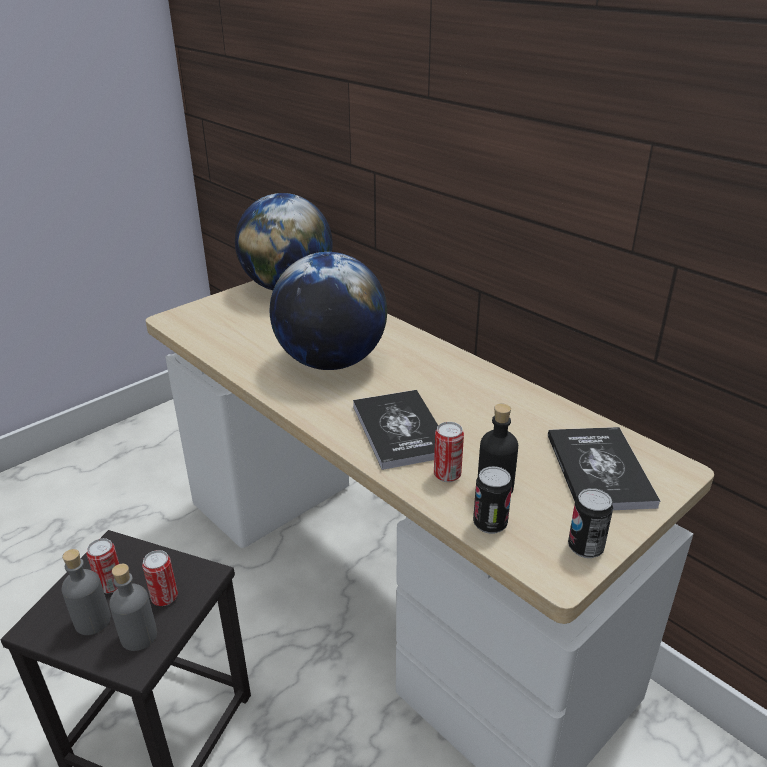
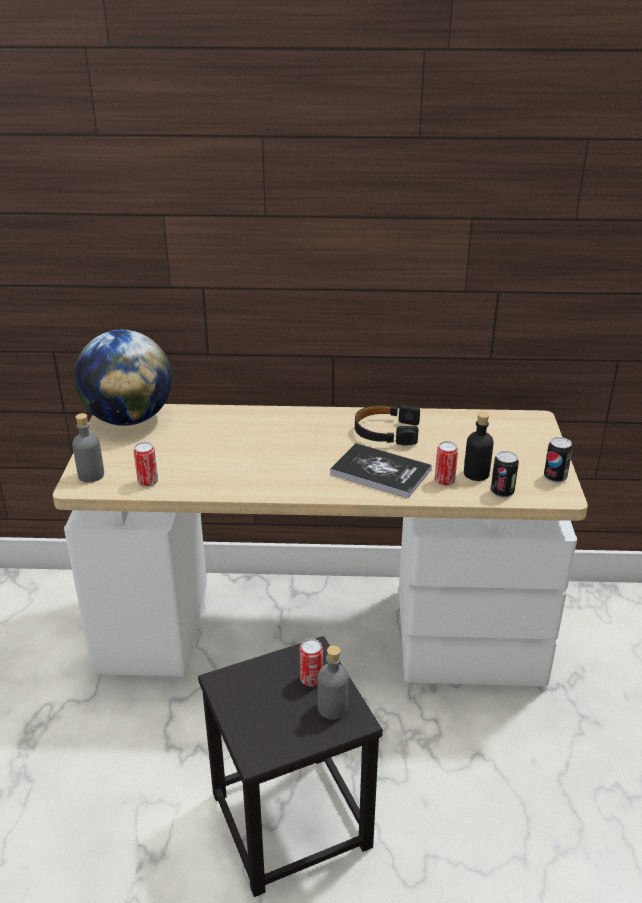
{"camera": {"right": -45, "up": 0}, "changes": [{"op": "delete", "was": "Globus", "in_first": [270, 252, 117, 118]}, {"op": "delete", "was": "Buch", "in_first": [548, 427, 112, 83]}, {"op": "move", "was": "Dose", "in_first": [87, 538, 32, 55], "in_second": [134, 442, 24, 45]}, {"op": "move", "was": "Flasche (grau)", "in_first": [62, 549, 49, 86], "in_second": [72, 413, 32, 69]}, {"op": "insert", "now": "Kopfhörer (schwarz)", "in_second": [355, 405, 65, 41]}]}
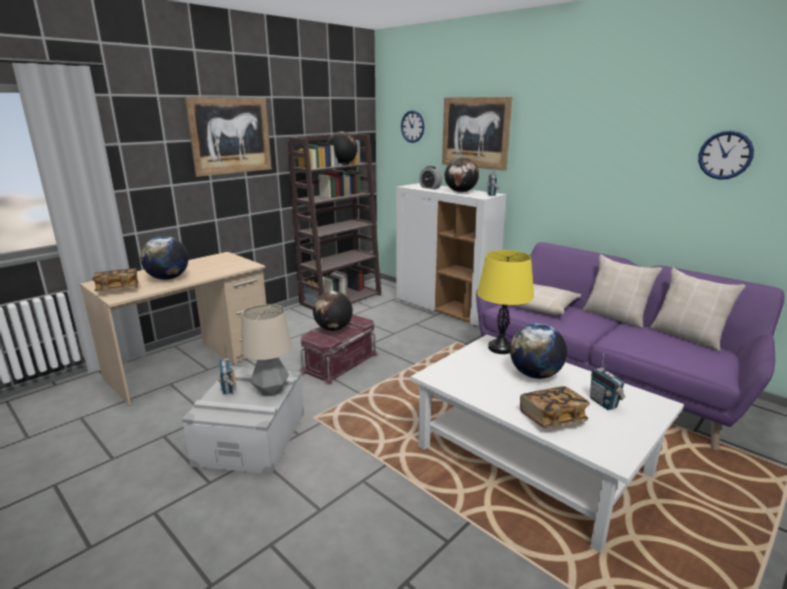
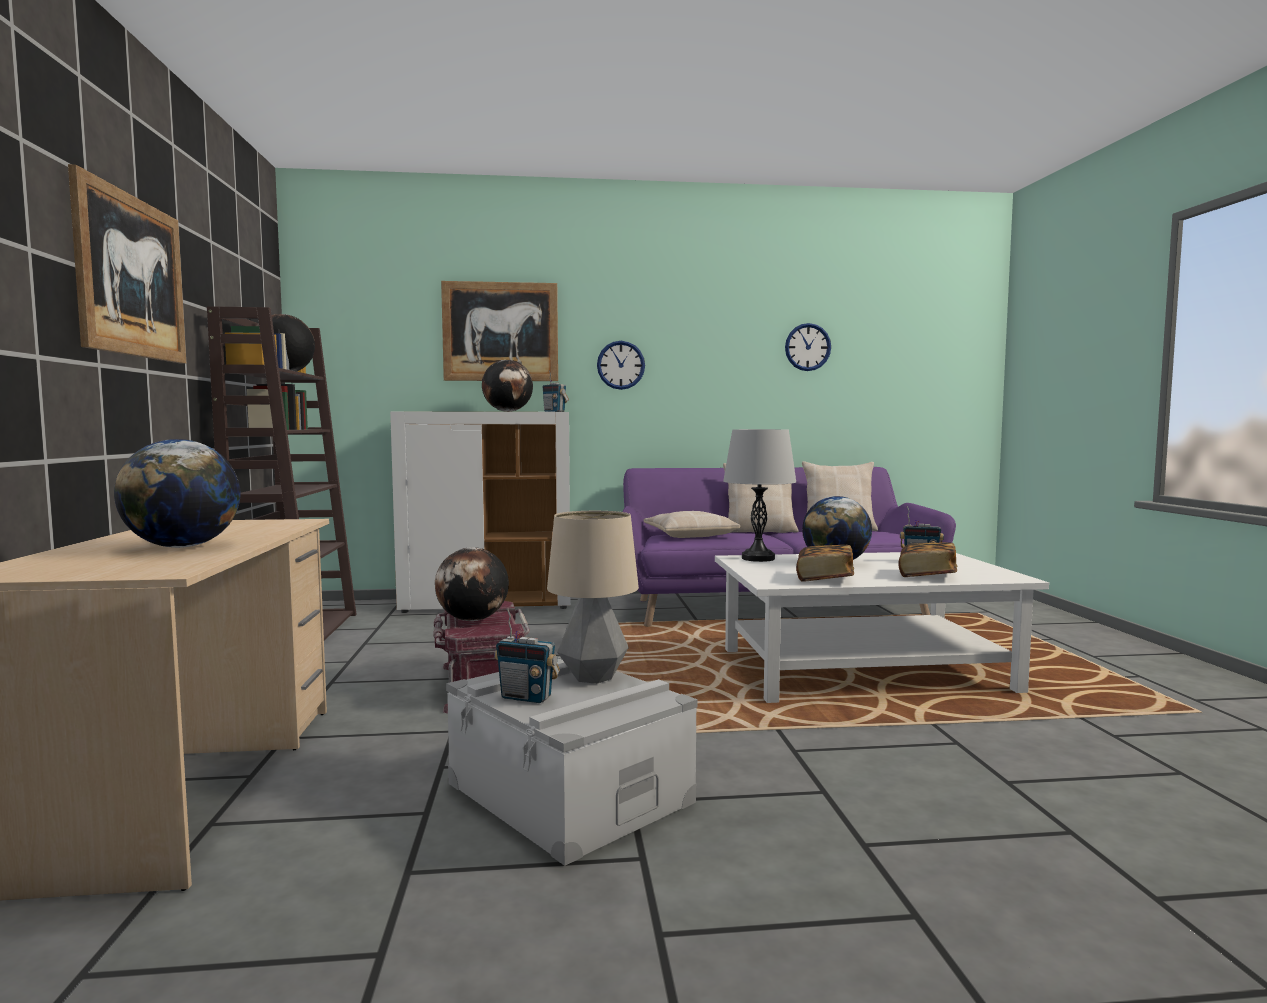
{"camera": {"right": -50, "up": -15}, "changes": [{"op": "move", "was": "Wanduhr", "in_first": [401, 110, 23, 33], "in_second": [597, 341, 48, 49]}, {"op": "delete", "was": "Wecker", "in_first": [419, 166, 23, 23]}, {"op": "recolor", "was": "Tischlampe (gelb)", "now": "Tischlampe (grau)", "in_first": [477, 250, 57, 104], "in_second": [723, 429, 73, 133]}, {"op": "move", "was": "Buch", "in_first": [92, 268, 46, 23], "in_second": [796, 545, 58, 37]}]}
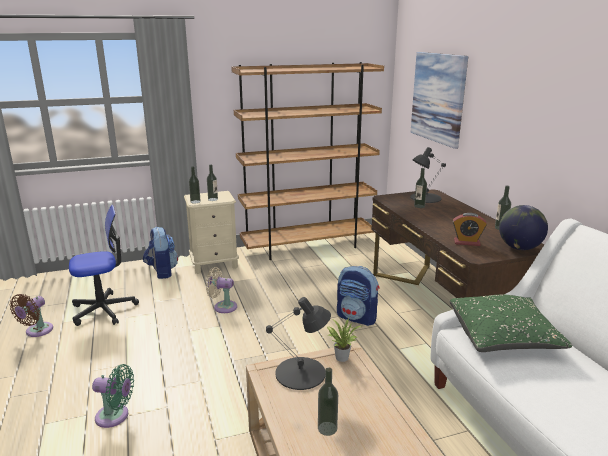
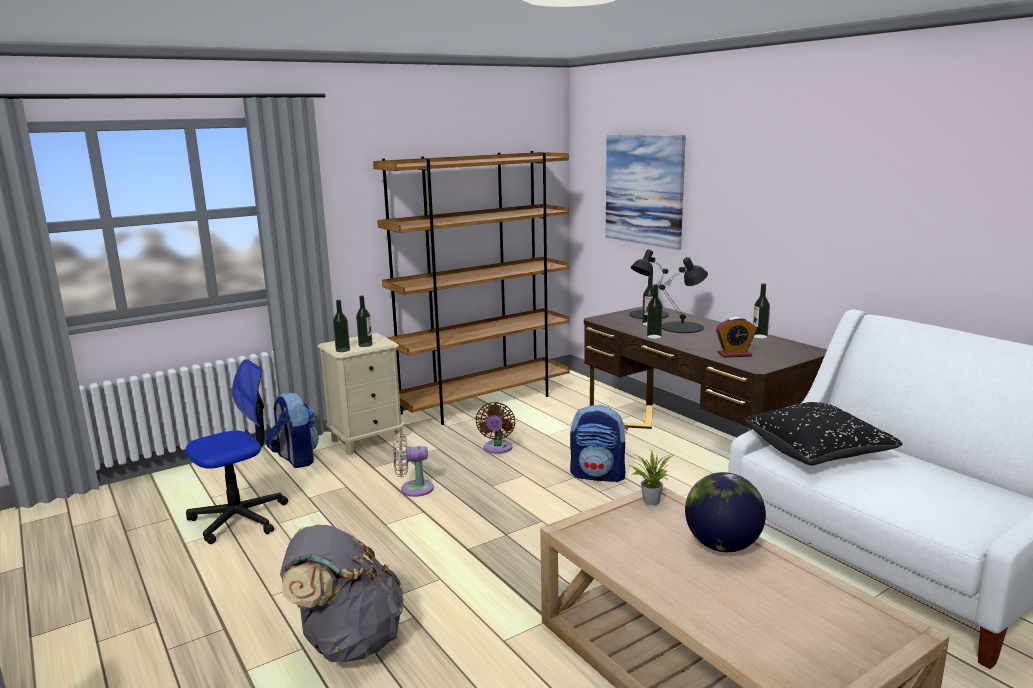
{"camera": {"right": -15, "up": -5}, "changes": [{"op": "move", "was": "Globus", "in_first": [499, 205, 49, 45], "in_second": [685, 472, 81, 80]}, {"op": "move", "was": "Ventilator (braun)", "in_first": [9, 294, 44, 43], "in_second": [475, 402, 40, 52]}, {"op": "recolor", "was": "Kissen (grün)", "now": "Kissen (schwarz)", "in_first": [450, 295, 122, 57], "in_second": [745, 402, 157, 64]}, {"op": "move", "was": "Tischlampe (schwarz)", "in_first": [266, 297, 65, 93], "in_second": [659, 257, 49, 76]}, {"op": "replace", "was": "Ventilator (grün)", "now": "Rucksack (grau)", "in_first": [92, 364, 42, 64], "in_second": [280, 525, 123, 137]}, {"op": "move", "was": "Flasche", "in_first": [318, 367, 20, 69], "in_second": [647, 284, 16, 55]}]}
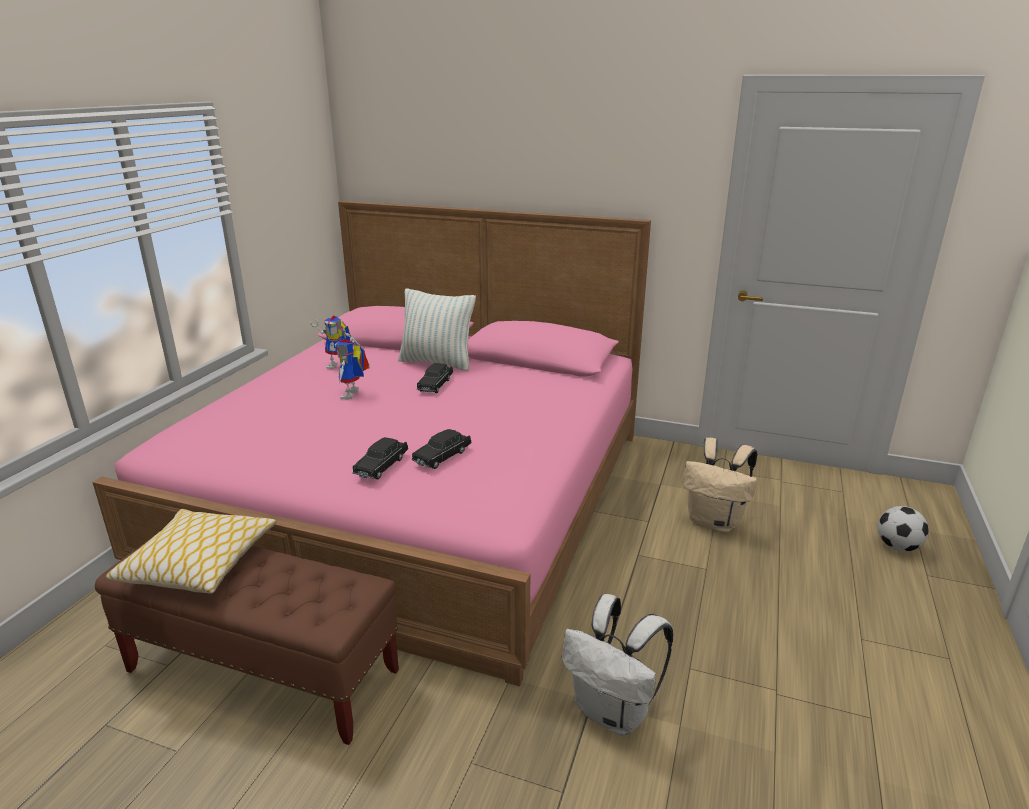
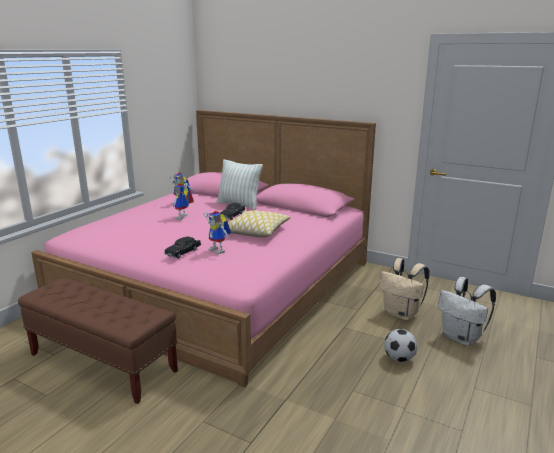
{"camera": {"right": 10, "up": -5}, "changes": [{"op": "replace", "was": "Spielzeugauto (schwarz)", "now": "Spielzeugroboter", "in_first": [412, 429, 60, 40], "in_second": [203, 211, 28, 43]}, {"op": "move", "was": "Fußball", "in_first": [878, 506, 51, 45], "in_second": [384, 329, 33, 33]}, {"op": "move", "was": "Kissen", "in_first": [106, 509, 170, 85], "in_second": [228, 210, 63, 27]}, {"op": "move", "was": "Rucksack (weiß)", "in_first": [562, 594, 111, 142], "in_second": [438, 277, 58, 69]}]}
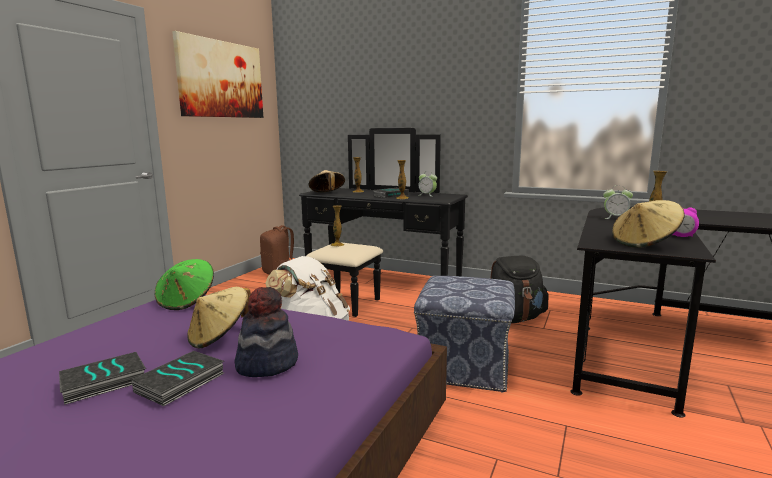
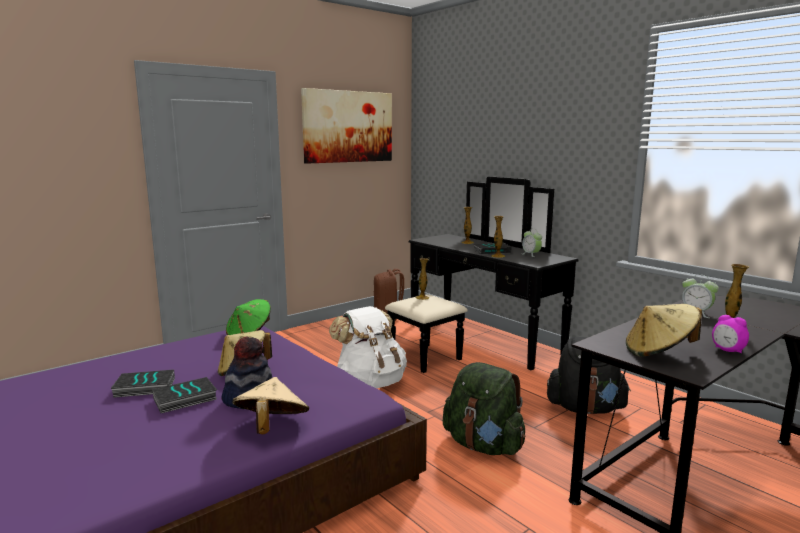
{"camera": {"right": 25, "up": 0}, "changes": [{"op": "move", "was": "Hut (beige)", "in_first": [309, 170, 36, 22], "in_second": [232, 377, 77, 57]}, {"op": "replace", "was": "Polsterhocker", "now": "Rucksack (grün)", "in_first": [414, 276, 101, 117], "in_second": [443, 362, 82, 93]}]}
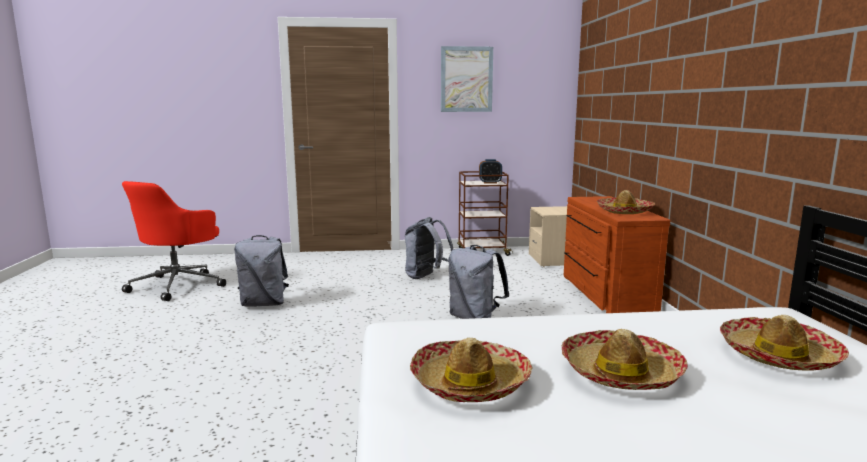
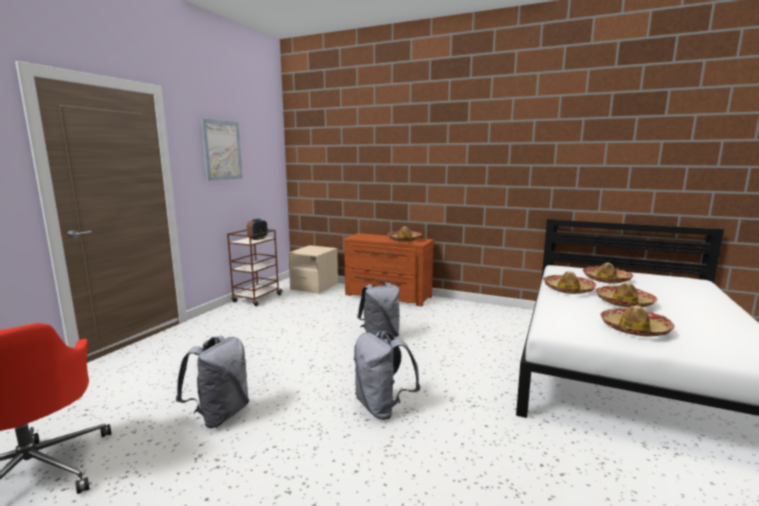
{"camera": {"right": -60, "up": 0}, "changes": [{"op": "move", "was": "Rucksack (grau)", "in_first": [405, 217, 48, 62], "in_second": [354, 331, 66, 88]}, {"op": "insert", "now": "Hut", "in_second": [543, 271, 53, 23]}]}
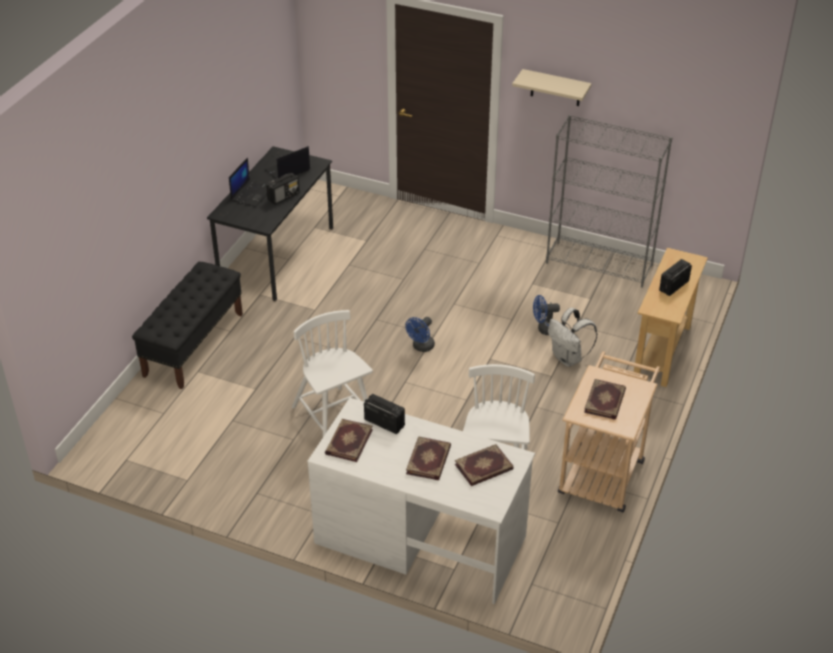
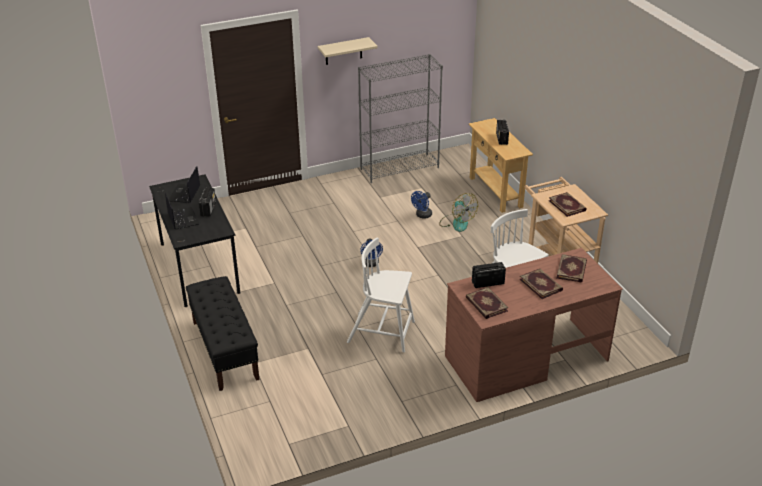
{"camera": {"right": -45, "up": -5}, "changes": [{"op": "replace", "was": "Rucksack (weiß)", "now": "Ventilator", "in_first": [548, 308, 50, 59], "in_second": [439, 193, 39, 39]}, {"op": "recolor", "was": "Schreibtisch (weiß)", "now": "Schreibtisch (braun)", "in_first": [307, 398, 228, 206], "in_second": [445, 248, 178, 154]}]}
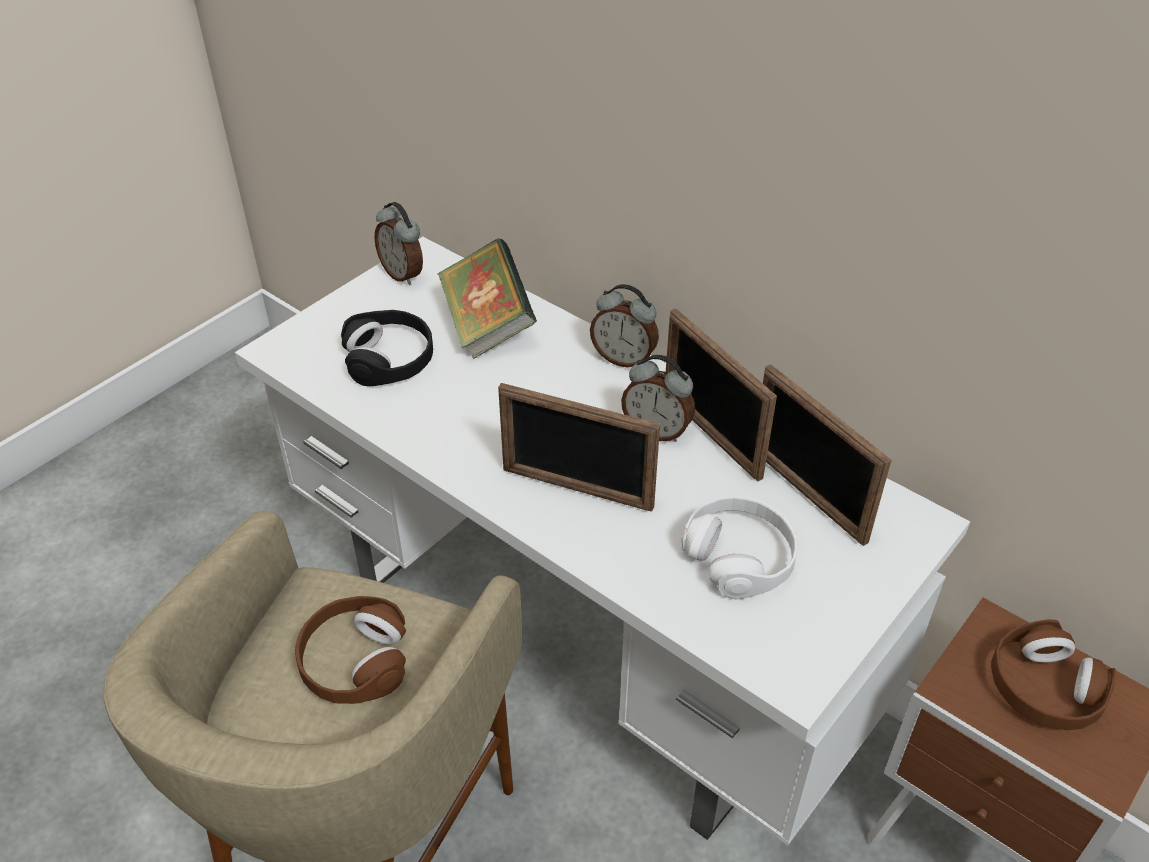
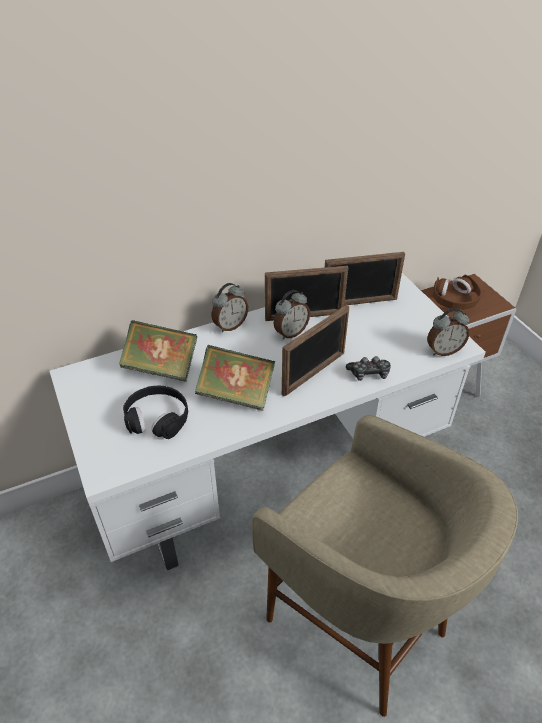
{"camera": {"right": -65, "up": 0}, "changes": [{"op": "move", "was": "Wecker", "in_first": [374, 202, 49, 83], "in_second": [427, 308, 42, 48]}, {"op": "delete", "was": "Kopfhörer (weiß)", "in_first": [682, 496, 116, 104]}, {"op": "delete", "was": "Kopfhörer (braun)", "in_first": [295, 596, 111, 108]}, {"op": "insert", "now": "Buch", "in_second": [195, 345, 80, 66]}, {"op": "insert", "now": "Gamepad", "in_second": [346, 356, 45, 25]}]}
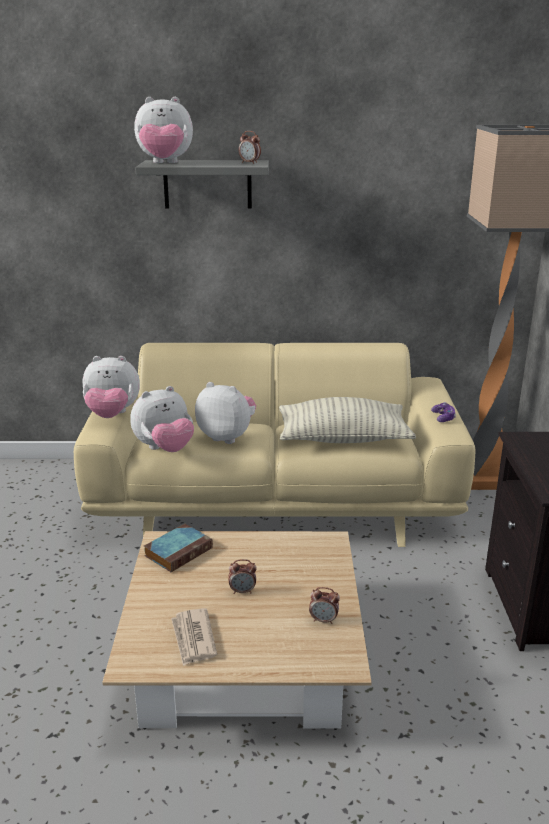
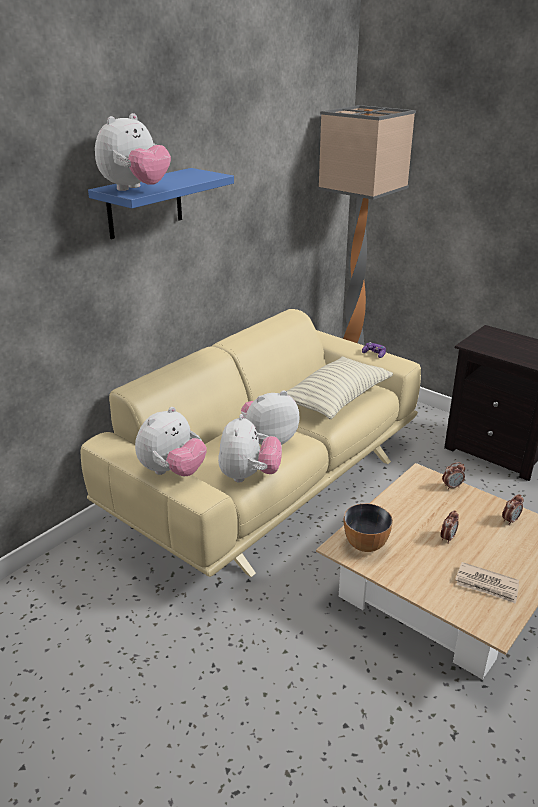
{"camera": {"right": -50, "up": 5}, "changes": [{"op": "move", "was": "Wecker", "in_first": [239, 131, 22, 33], "in_second": [442, 462, 23, 28]}, {"op": "recolor", "was": "Wandregal (grau)", "now": "Wandregal (blau)", "in_first": [135, 160, 134, 49], "in_second": [88, 168, 146, 71]}, {"op": "replace", "was": "Buch", "now": "Schüssel", "in_first": [144, 524, 69, 48], "in_second": [344, 504, 49, 48]}]}
